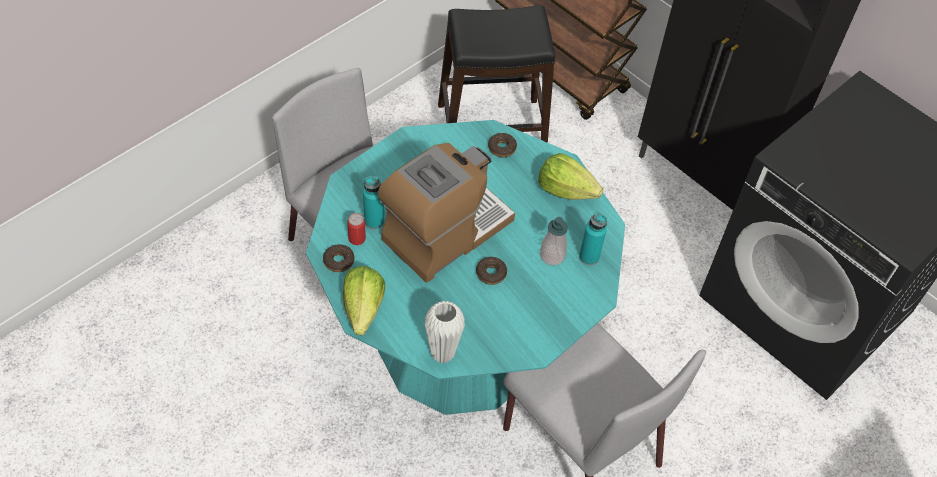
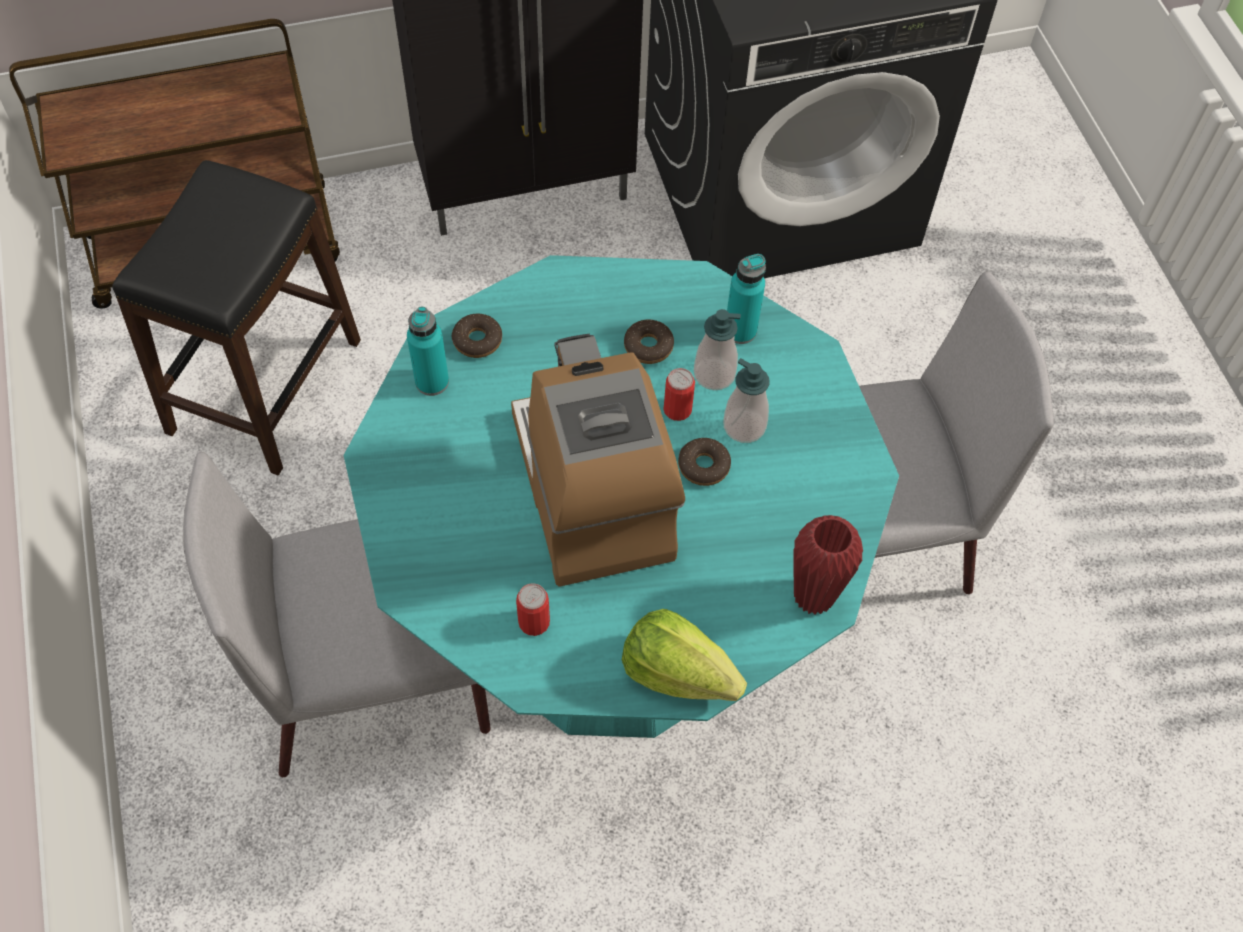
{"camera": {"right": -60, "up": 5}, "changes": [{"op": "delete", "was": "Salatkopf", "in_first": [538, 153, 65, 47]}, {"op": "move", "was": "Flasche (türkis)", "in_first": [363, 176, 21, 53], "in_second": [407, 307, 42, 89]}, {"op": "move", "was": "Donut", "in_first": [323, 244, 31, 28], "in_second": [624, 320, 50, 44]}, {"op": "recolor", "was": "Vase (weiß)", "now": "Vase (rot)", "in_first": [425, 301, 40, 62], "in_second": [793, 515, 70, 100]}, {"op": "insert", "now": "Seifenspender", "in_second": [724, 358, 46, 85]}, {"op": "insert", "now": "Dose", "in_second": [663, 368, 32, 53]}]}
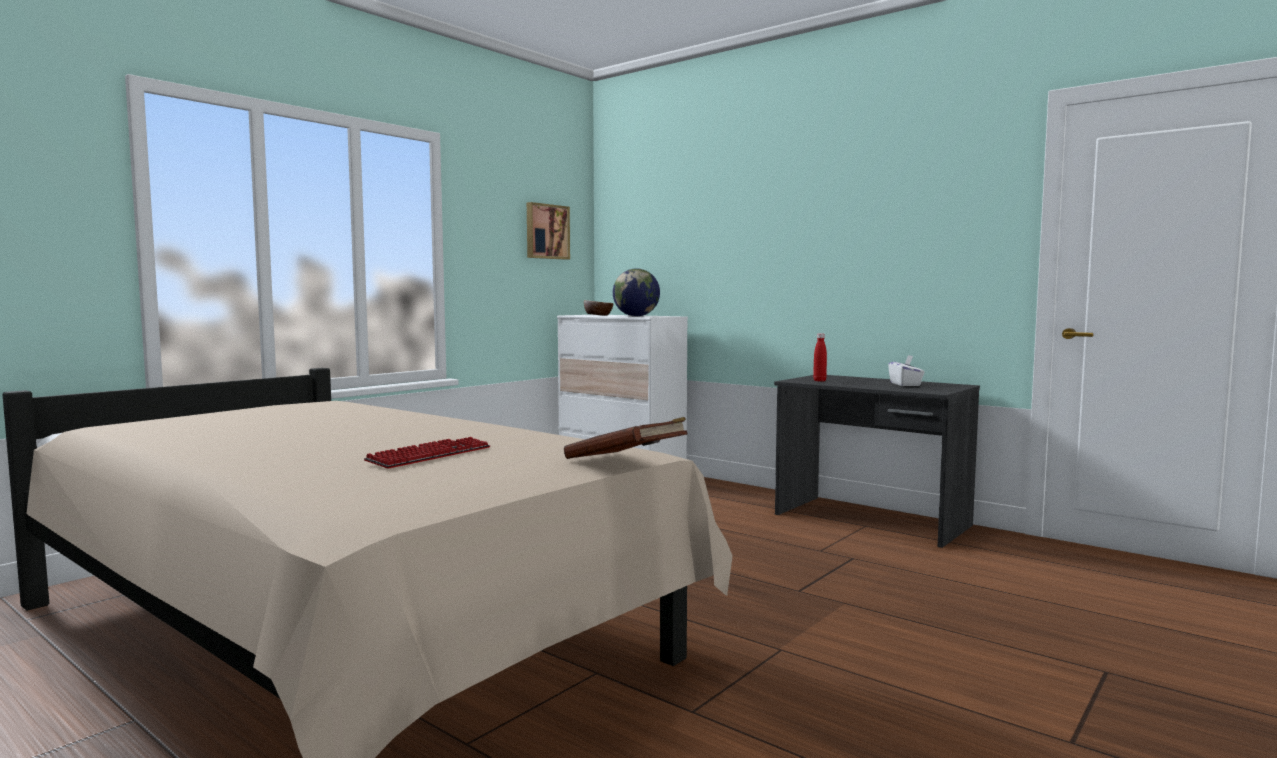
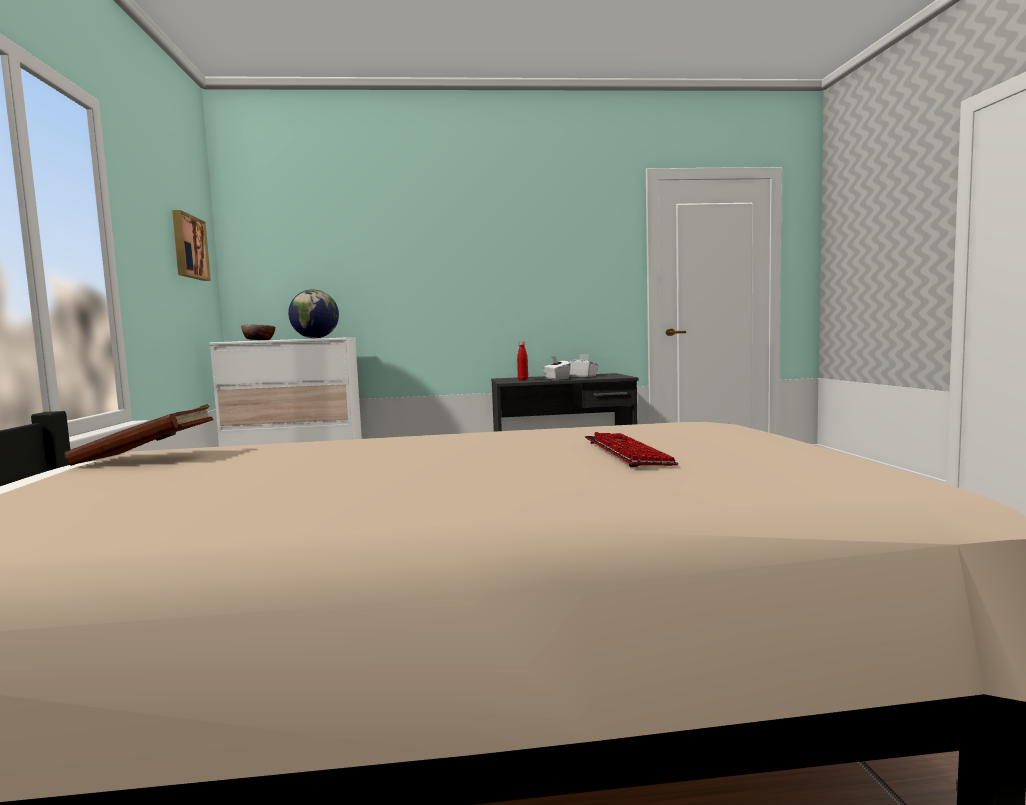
{"camera": {"right": -45, "up": 0}, "changes": [{"op": "move", "was": "Buch (braun)", "in_first": [564, 417, 123, 42], "in_second": [64, 404, 149, 62]}, {"op": "insert", "now": "Taschentuchbox (weiß)", "in_second": [543, 356, 28, 24]}]}
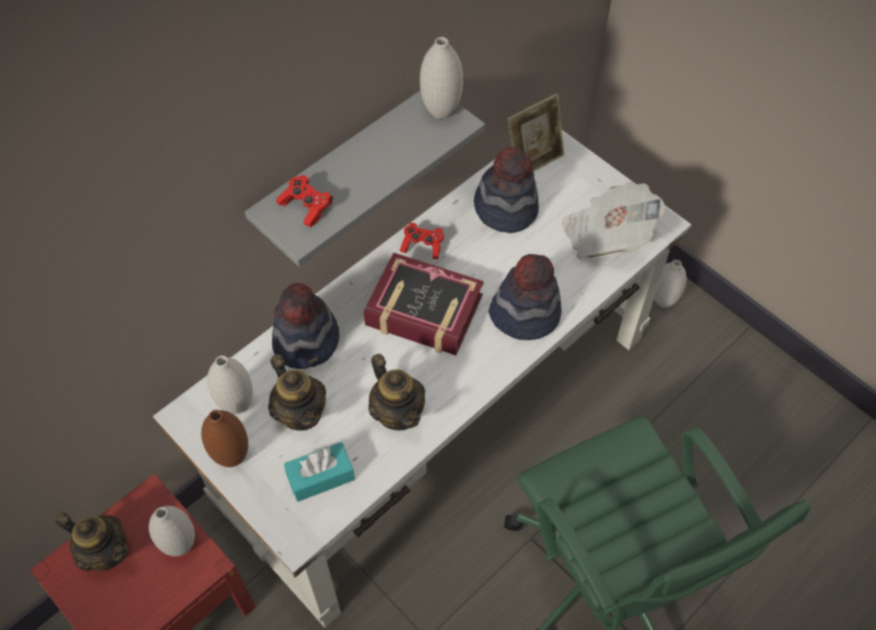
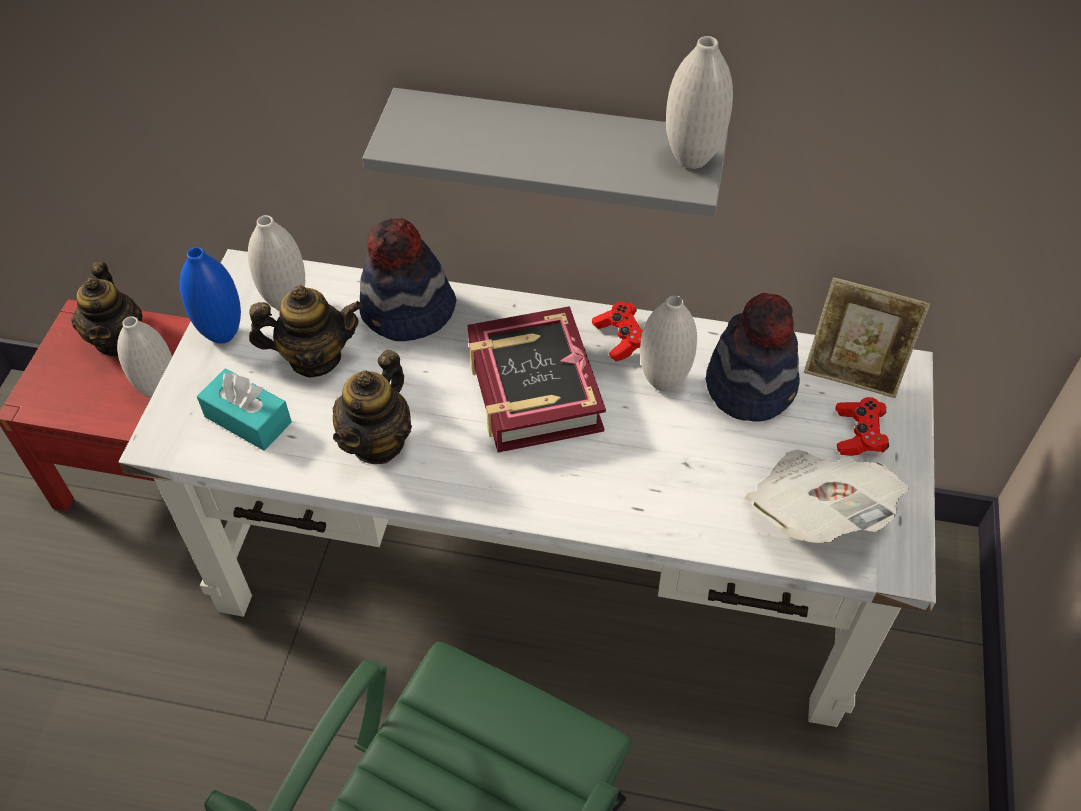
{"camera": {"right": 55, "up": -5}, "changes": [{"op": "move", "was": "Gamepad (rot)", "in_first": [276, 175, 57, 52], "in_second": [835, 397, 55, 59]}, {"op": "delete", "was": "Hut", "in_first": [488, 254, 74, 86]}, {"op": "move", "was": "Vase (weiß)", "in_first": [654, 260, 33, 48], "in_second": [640, 295, 57, 96]}, {"op": "rotate", "was": "Teekanne", "in_first": [268, 354, 58, 77], "in_second": [249, 285, 114, 92], "clockwise": -120}, {"op": "recolor", "was": "Vase (braun)", "now": "Vase (blau)", "in_first": [201, 410, 47, 57], "in_second": [180, 247, 61, 97]}]}
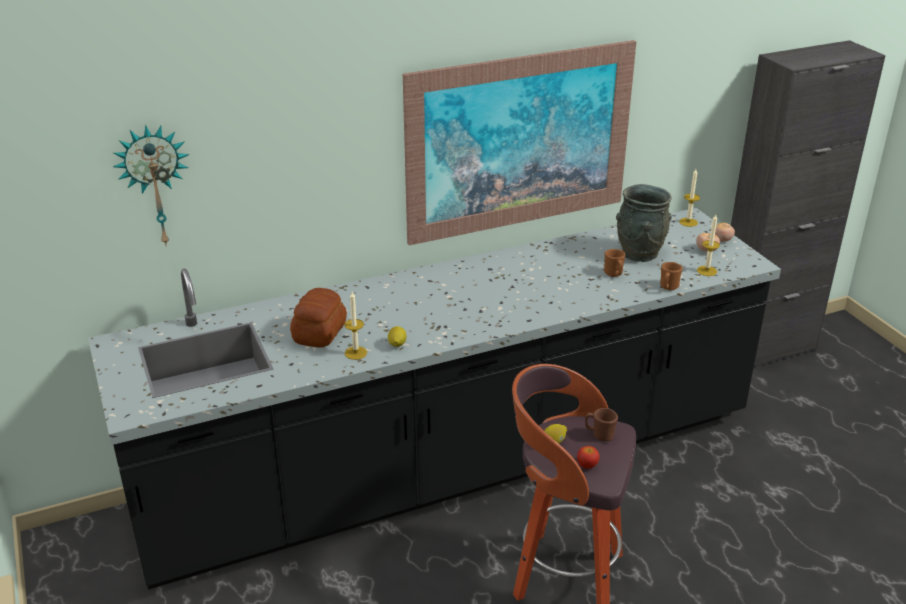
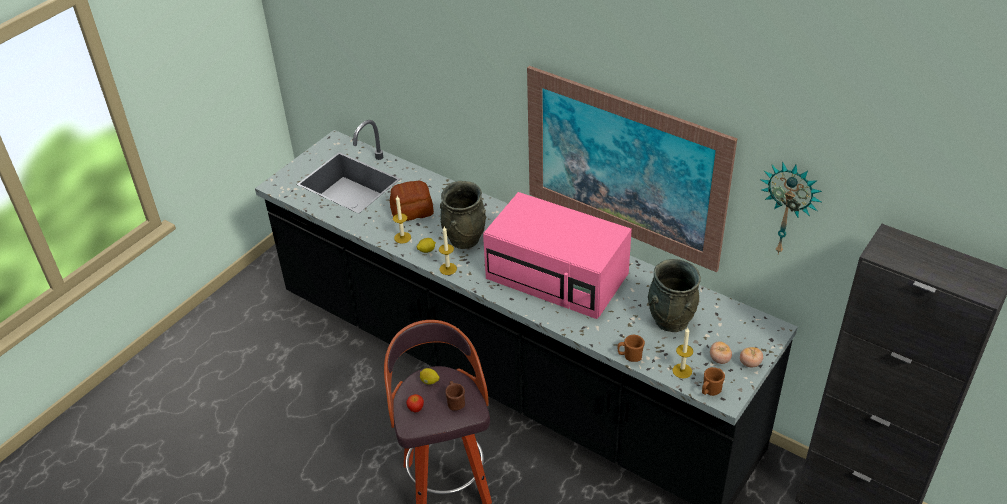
{"camera": {"right": 60, "up": 10}, "changes": [{"op": "move", "was": "Wanduhr", "in_first": [113, 125, 76, 122], "in_second": [760, 162, 62, 93]}, {"op": "move", "was": "Kerze", "in_first": [679, 169, 21, 58], "in_second": [439, 226, 18, 49]}, {"op": "move", "was": "Henkelbecher (braun)", "in_first": [604, 249, 21, 28], "in_second": [702, 367, 23, 29]}, {"op": "insert", "now": "Vase (grau)", "in_second": [440, 181, 46, 68]}, {"op": "insert", "now": "Mikrowelle (rosa)", "in_second": [483, 192, 149, 127]}]}
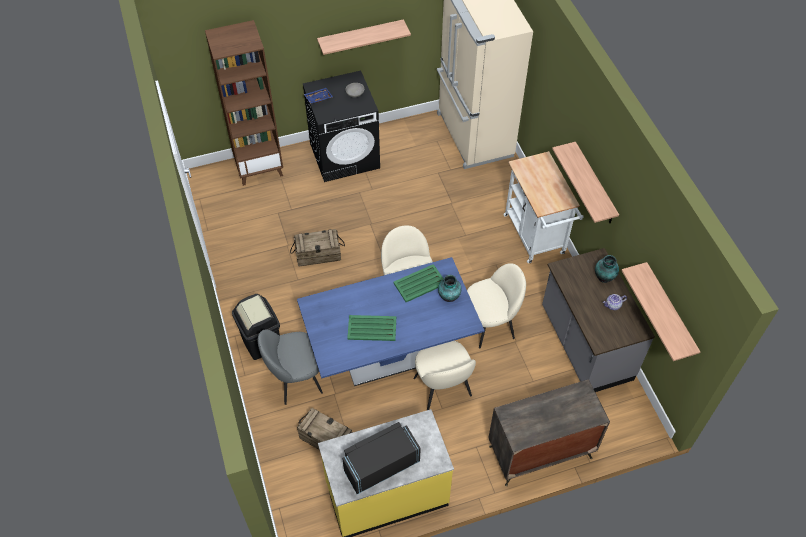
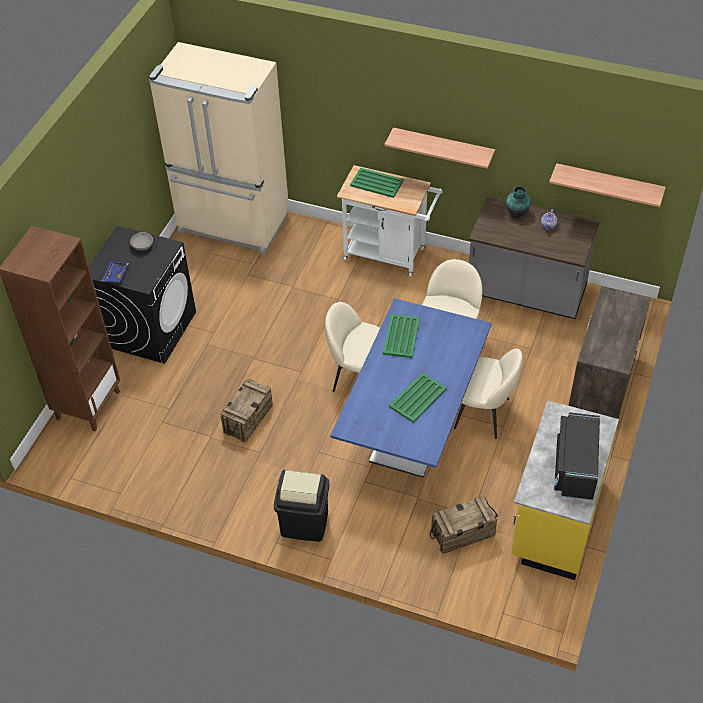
{"camera": {"right": -50, "up": -5}, "changes": [{"op": "delete", "was": "Wandregal", "in_first": [317, 19, 94, 36]}, {"op": "delete", "was": "Vase", "in_first": [438, 275, 23, 27]}, {"op": "delete", "was": "Stuhl (grau)", "in_first": [258, 330, 65, 75]}, {"op": "insert", "now": "Tablett (grün)", "in_second": [350, 168, 54, 30]}]}
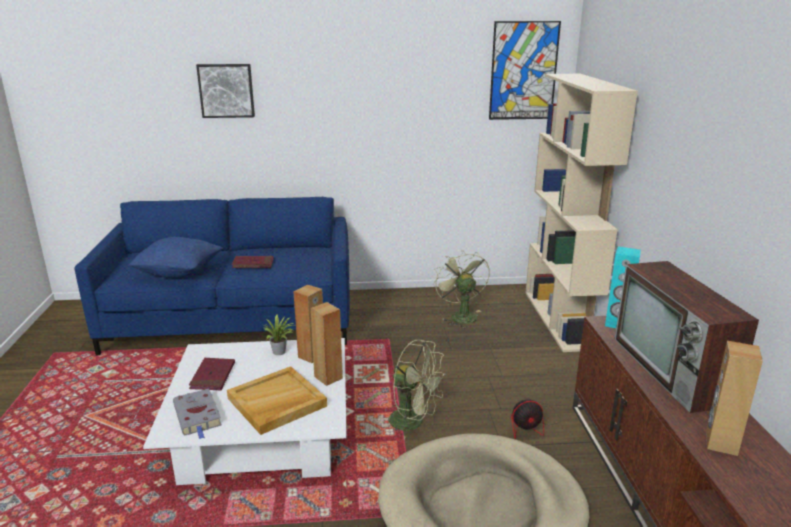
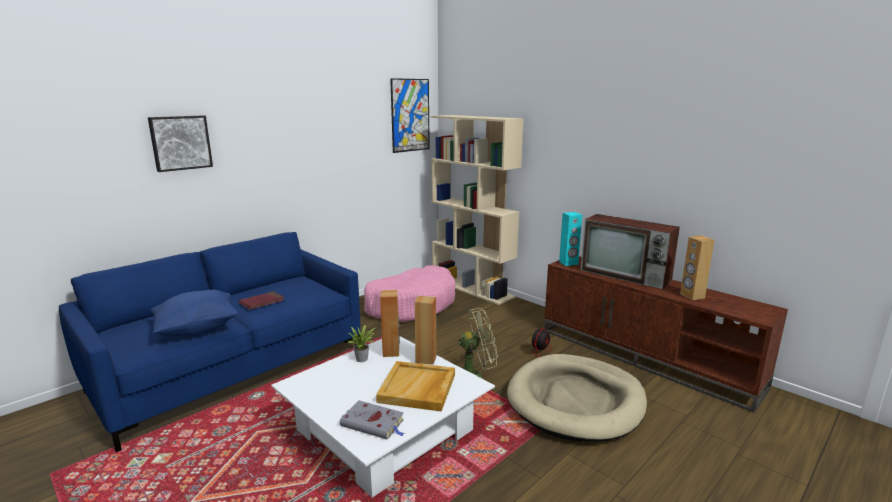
{"camera": {"right": -40, "up": -5}, "changes": [{"op": "replace", "was": "Ventilator (grün)", "now": "Hundebett (rosa)", "in_first": [433, 249, 57, 79], "in_second": [364, 266, 92, 56]}, {"op": "delete", "was": "Buch (rot)", "in_first": [189, 358, 46, 33]}]}
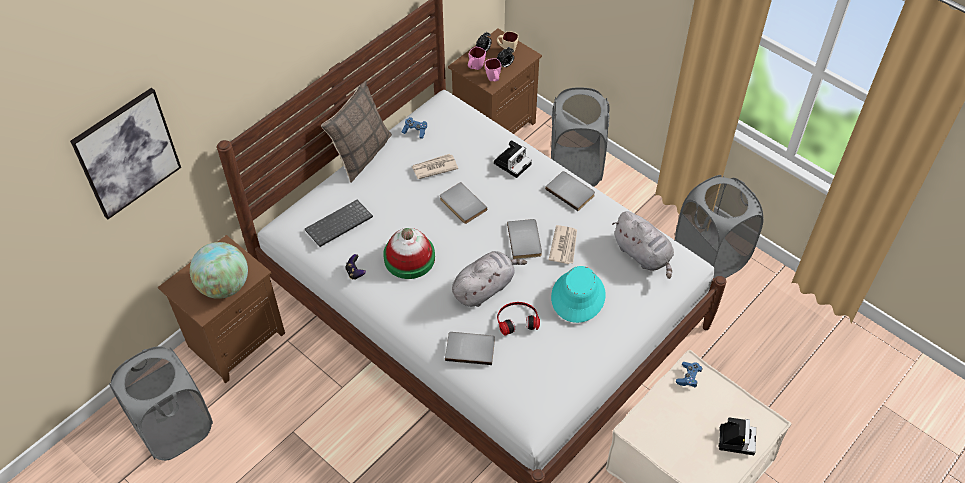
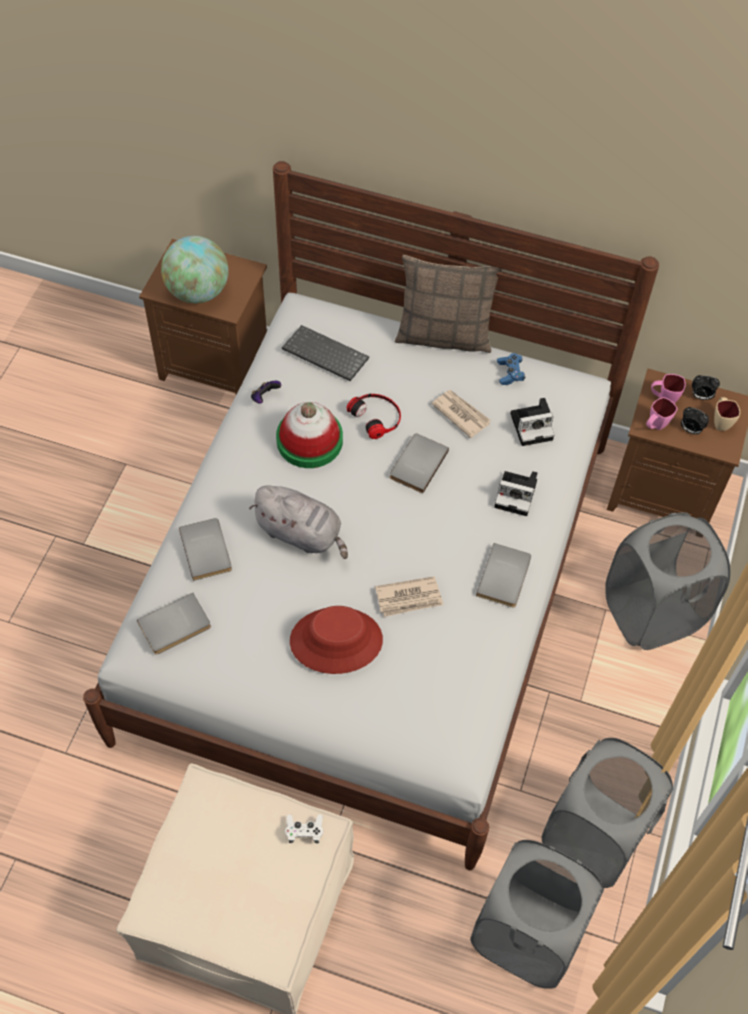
{"camera": {"right": 65, "up": 5}, "changes": [{"op": "delete", "was": "Bild", "in_first": [70, 88, 111, 131]}, {"op": "delete", "was": "Plüschtier (grau)", "in_first": [612, 211, 62, 68]}, {"op": "move", "was": "Buch (grau)", "in_first": [507, 219, 35, 40], "in_second": [137, 593, 74, 61]}, {"op": "recolor", "was": "Hut (türkis)", "now": "Hut (rot)", "in_first": [551, 266, 55, 57], "in_second": [290, 606, 93, 68]}, {"op": "move", "was": "Kopfhörer", "in_first": [497, 302, 43, 34], "in_second": [347, 394, 54, 45]}, {"op": "move", "was": "Wäschekorb (grau)", "in_first": [109, 346, 104, 115], "in_second": [470, 840, 134, 149]}, {"op": "recolor", "was": "Gamepad (blau)", "now": "Gamepad (weiß)", "in_first": [676, 362, 27, 25], "in_second": [285, 815, 38, 28]}, {"op": "move", "was": "Kamera", "in_first": [719, 417, 37, 38], "in_second": [510, 398, 44, 48]}]}
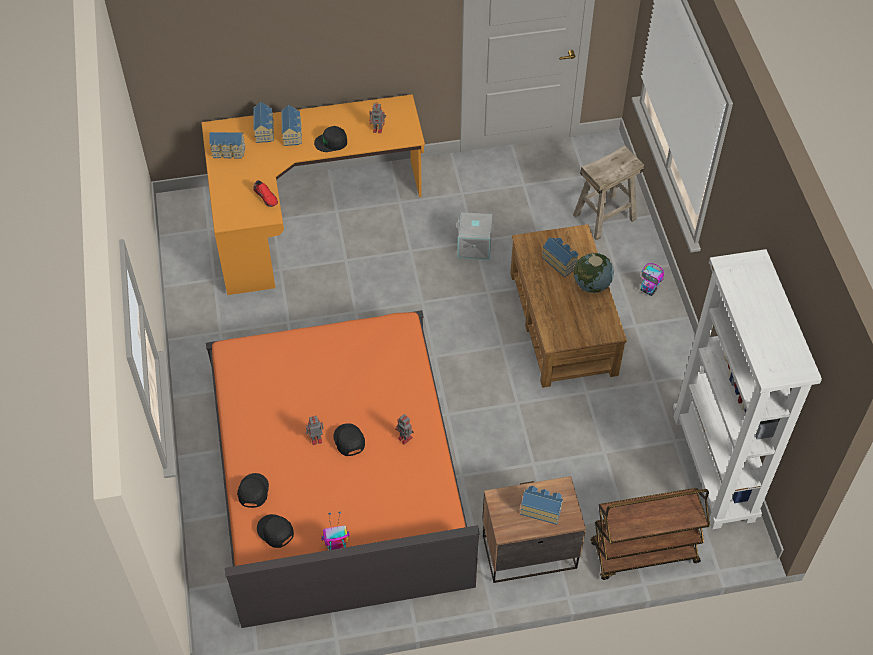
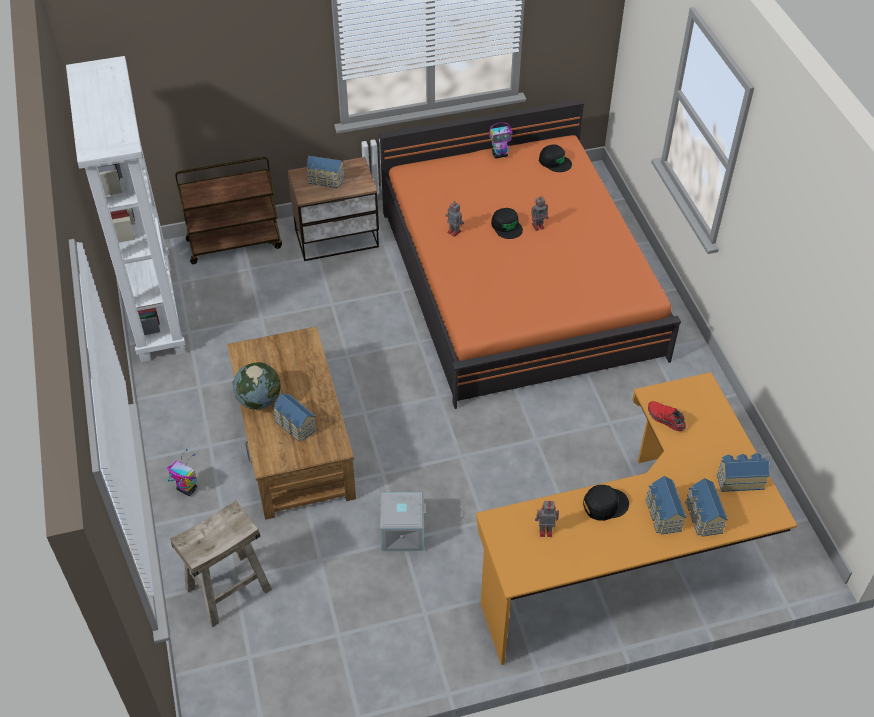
{"camera": {"right": 175, "up": -5}, "changes": [{"op": "delete", "was": "Kappe (schwarz)", "in_first": [237, 473, 32, 35]}]}
